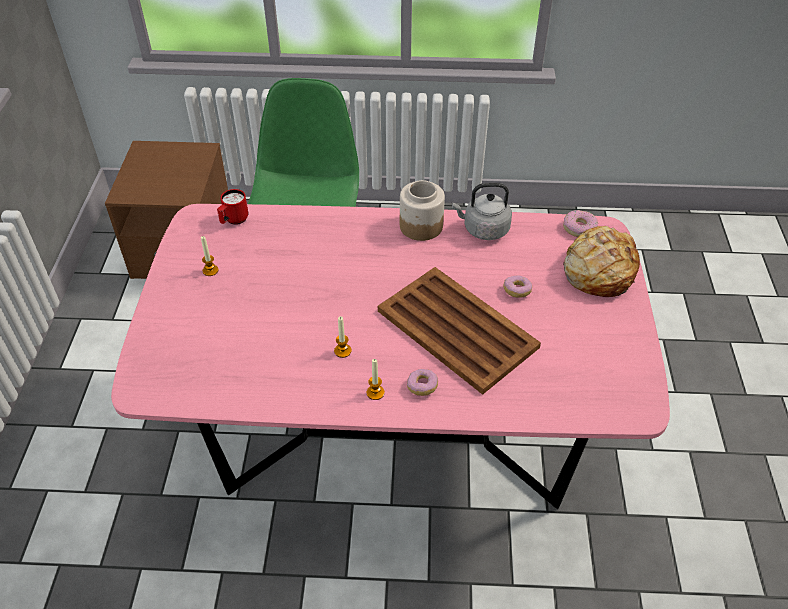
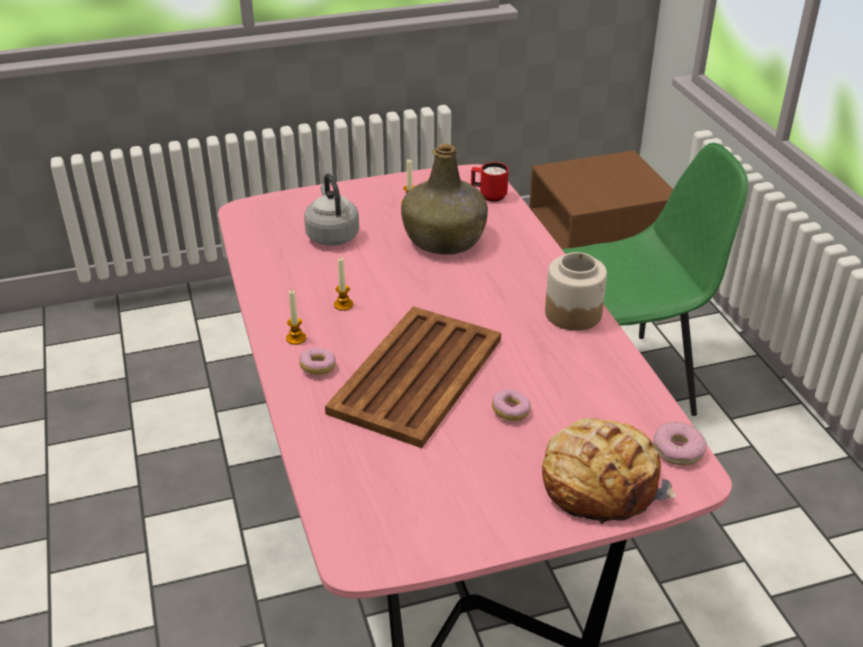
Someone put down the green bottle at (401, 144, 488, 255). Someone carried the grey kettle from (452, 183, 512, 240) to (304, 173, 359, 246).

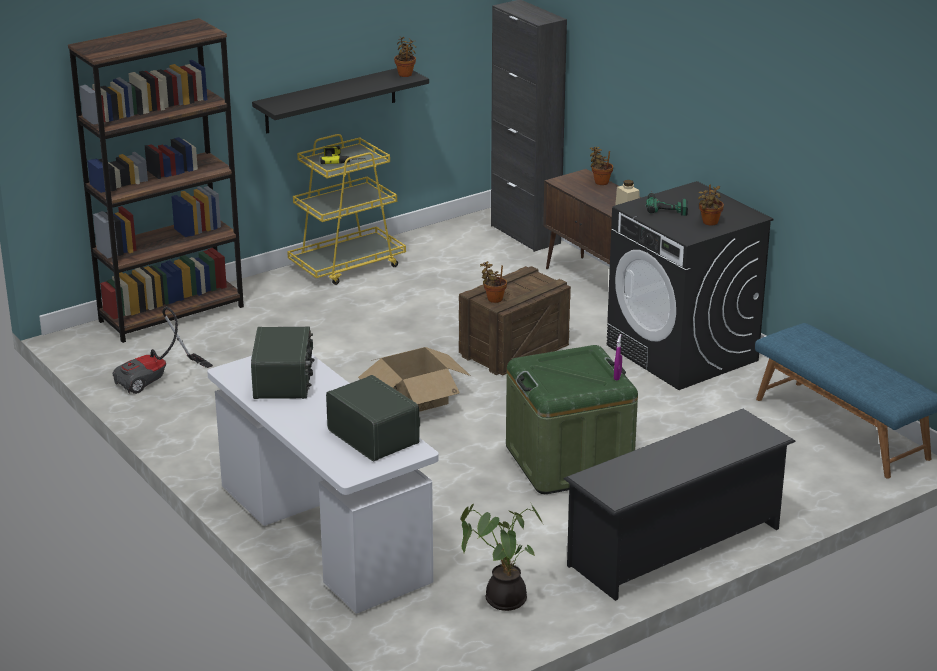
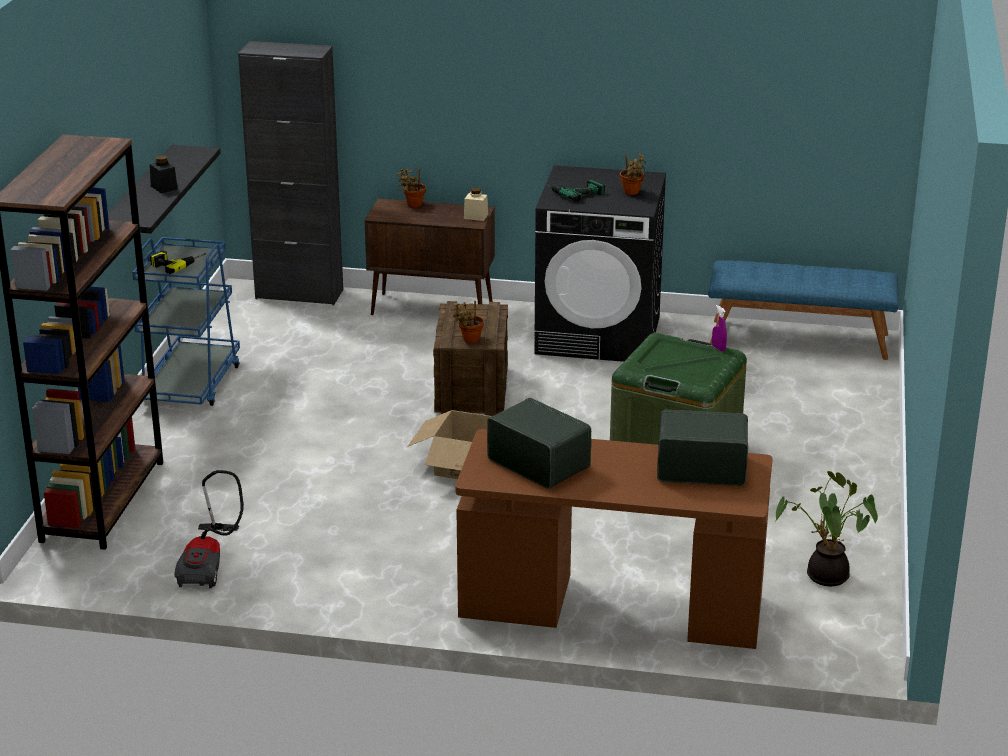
Someone took away the potted plant at (394, 36, 417, 77). Someone took away the black shoe rack at (564, 409, 796, 601). Someone put down the black jar at (150, 155, 178, 194). Someone repainted the white desk at (207, 354, 439, 614), which became the brown desk at (455, 429, 773, 649). Someone repainted the yellow cart at (287, 134, 406, 285), which became the blue cart at (132, 237, 240, 406).

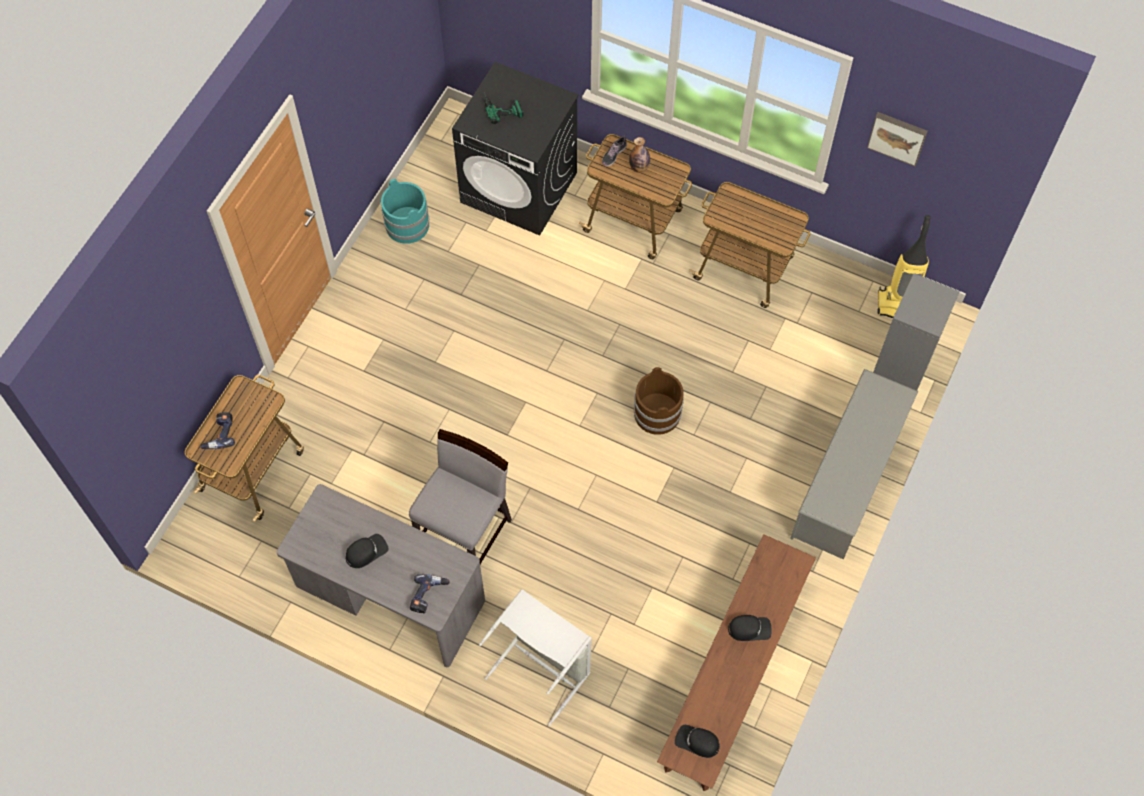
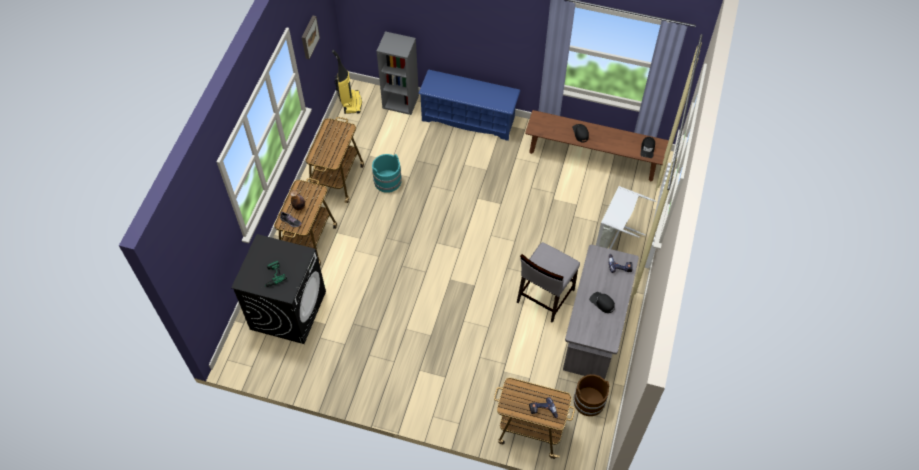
Someone carried the turquoise bucket from (381, 179, 429, 244) to (372, 154, 402, 193). Someone carried the brown bucket from (634, 367, 684, 435) to (574, 374, 609, 416). Someone repainted the grey shoe rack at (790, 369, 918, 560), which became the blue shoe rack at (418, 70, 521, 141). Someone rotated the grey chair at (409, 429, 512, 564) by 75 degrees counterclockwise.

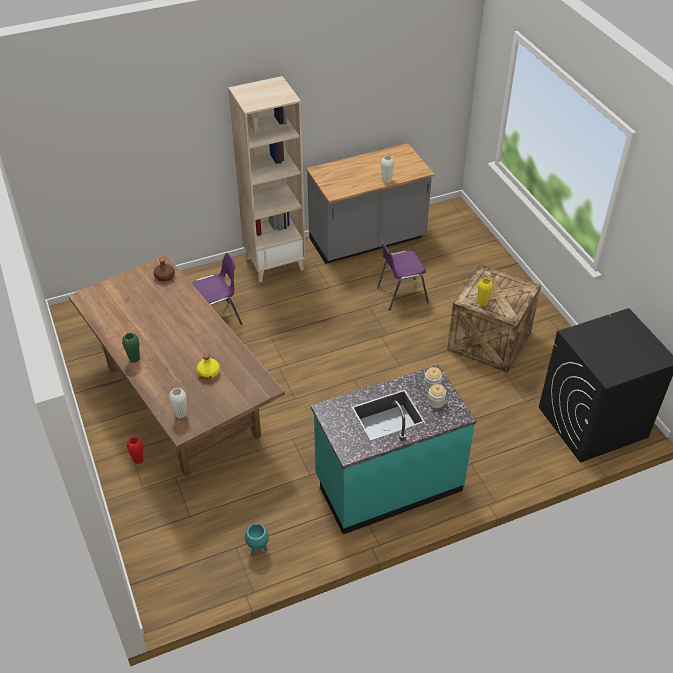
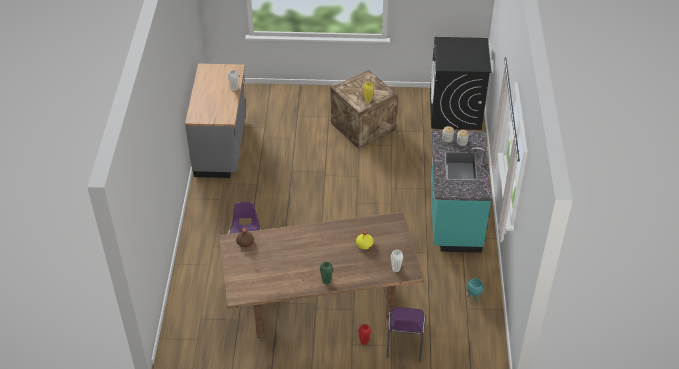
Someone took away the beige bookcase at (228, 76, 306, 282). Someone carried the purple chair from (377, 239, 429, 311) to (387, 307, 426, 361).

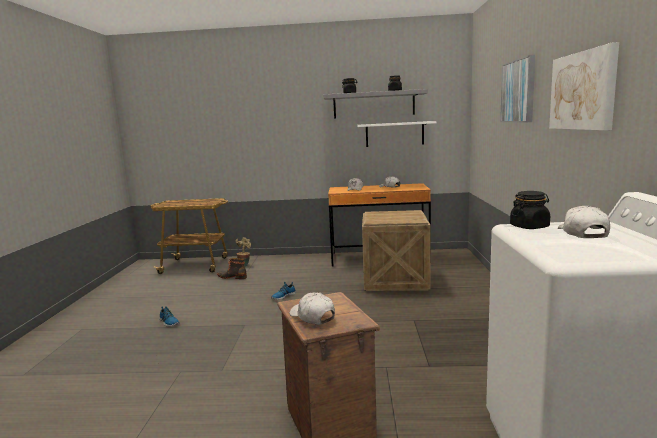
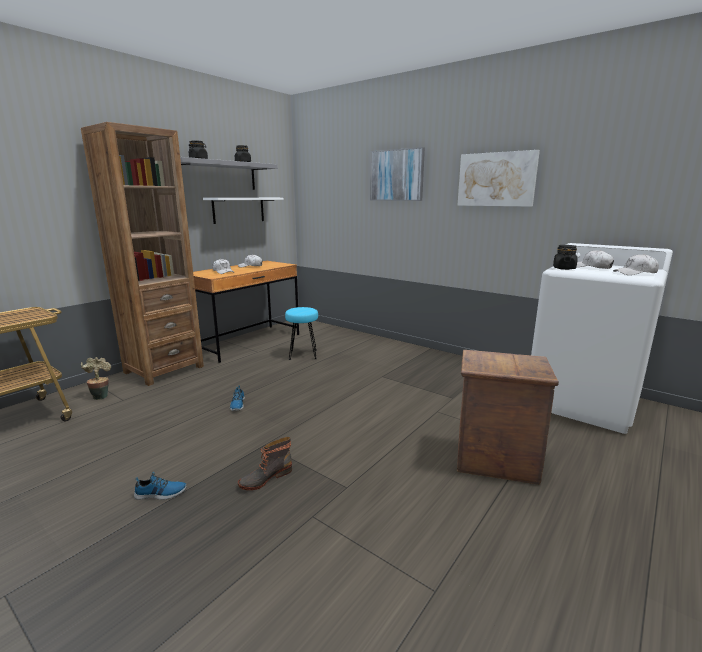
Someone put down the brown bookcase at (81, 122, 204, 386). Someone carried the boot from (217, 258, 247, 279) to (238, 437, 292, 490). Someone carried the white cap from (290, 293, 335, 325) to (613, 254, 659, 275). Someone swapped the crate at (362, 210, 430, 291) for the turquoise stool at (285, 307, 318, 360).

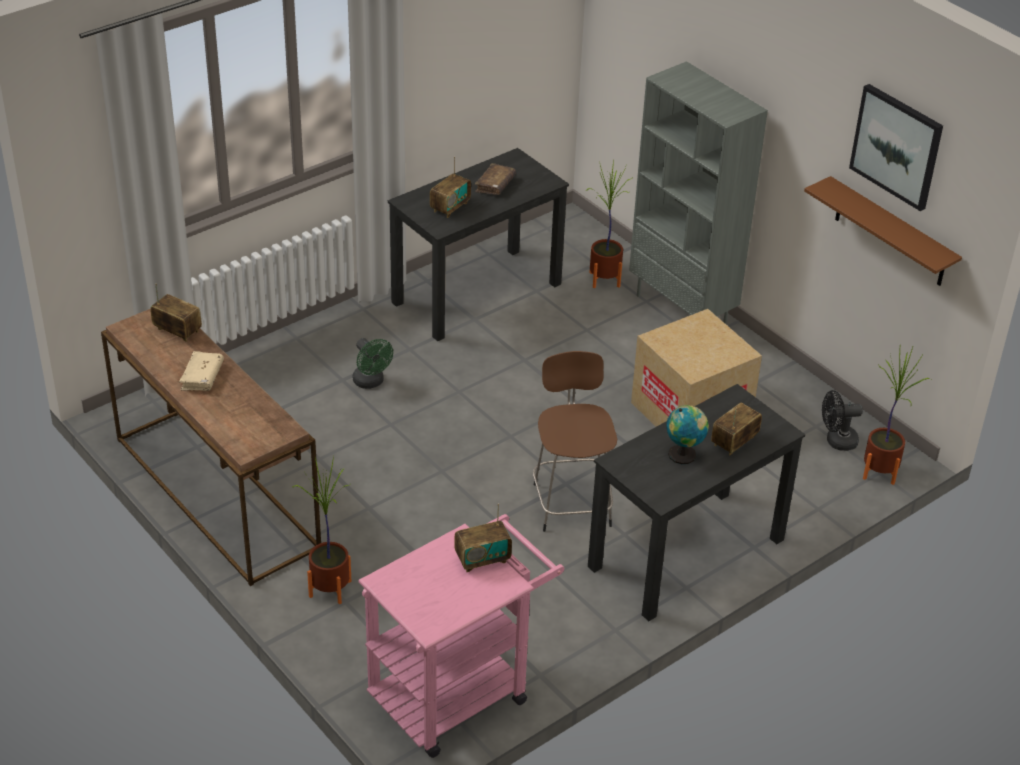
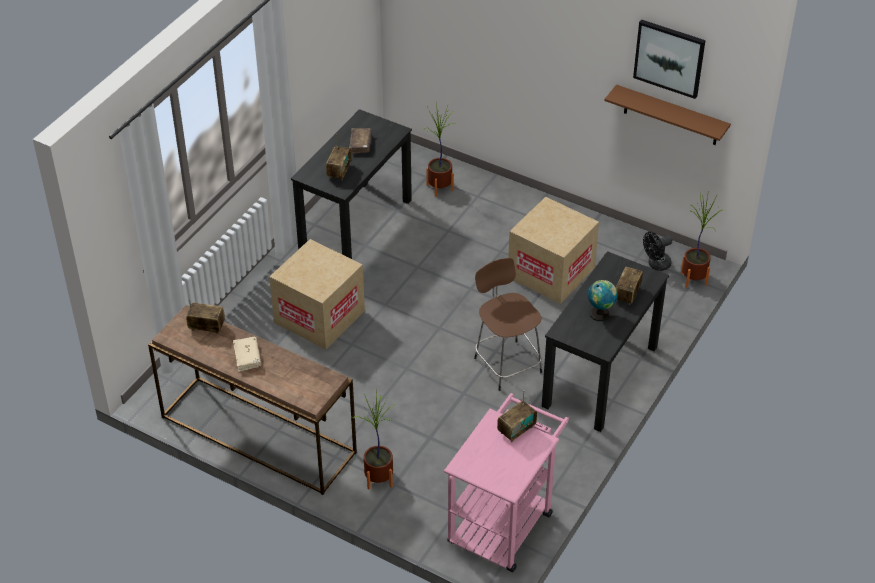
Someone took away the grey bookcase at (629, 61, 768, 324). Someone swapped the green fan at (353, 338, 393, 389) for the cardboard box at (269, 239, 365, 350).

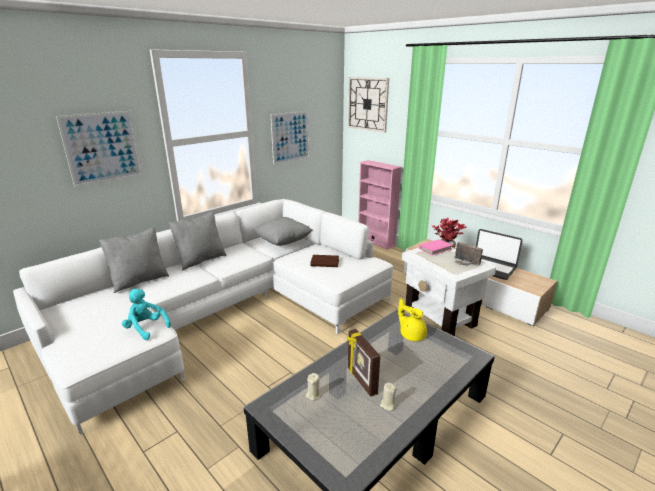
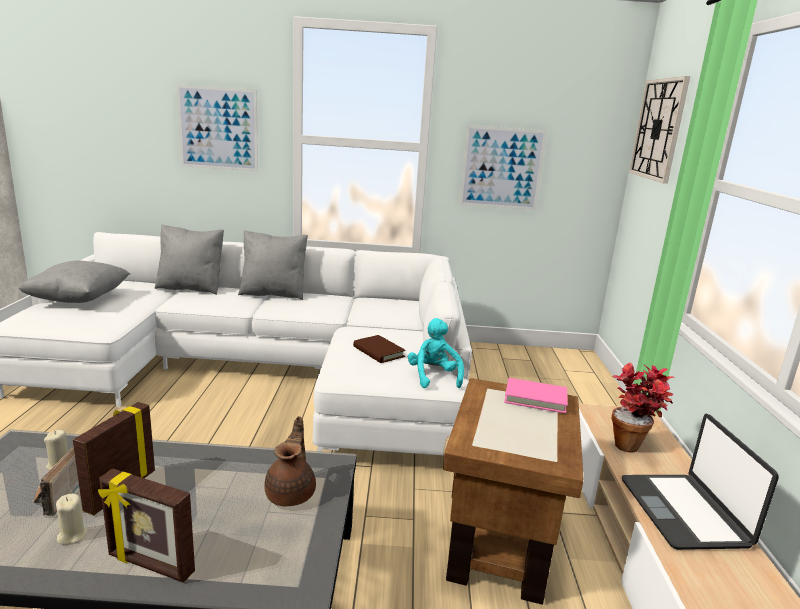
Someone took away the pink bookcase at (358, 160, 402, 250). Someone put down the picture frame at (98, 469, 195, 583). Someone carried the turquoise plush toy from (122, 289, 171, 340) to (408, 318, 464, 388). Someone carried the grey pillow from (253, 217, 312, 246) to (18, 261, 130, 303). Someone carried the radio from (455, 242, 483, 266) to (32, 446, 79, 516). Someone repainted the yellow teapot at (398, 298, 427, 341), which became the brown teapot at (264, 416, 316, 507). Someone repainted the white side table at (402, 247, 496, 336), which became the brown side table at (443, 378, 583, 605).

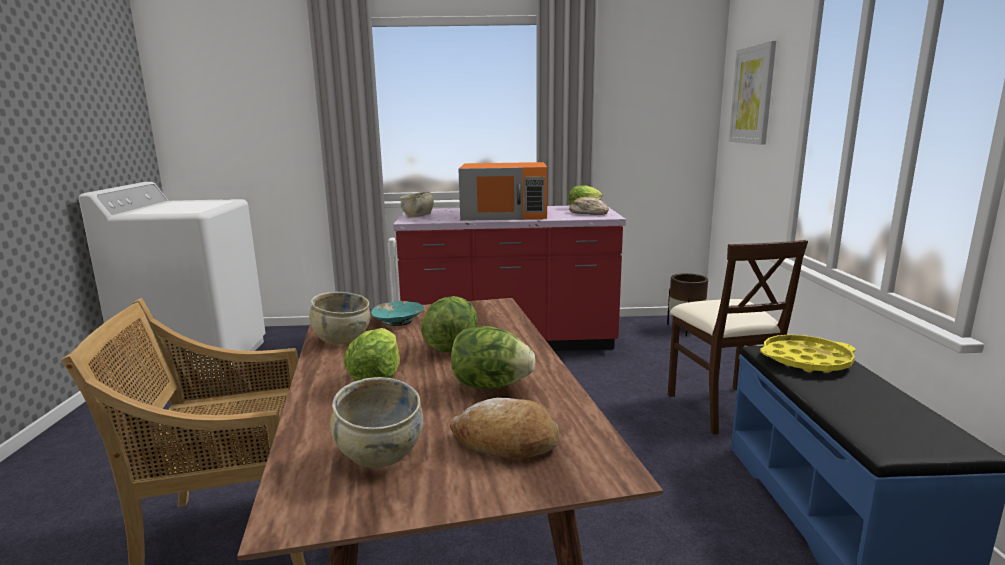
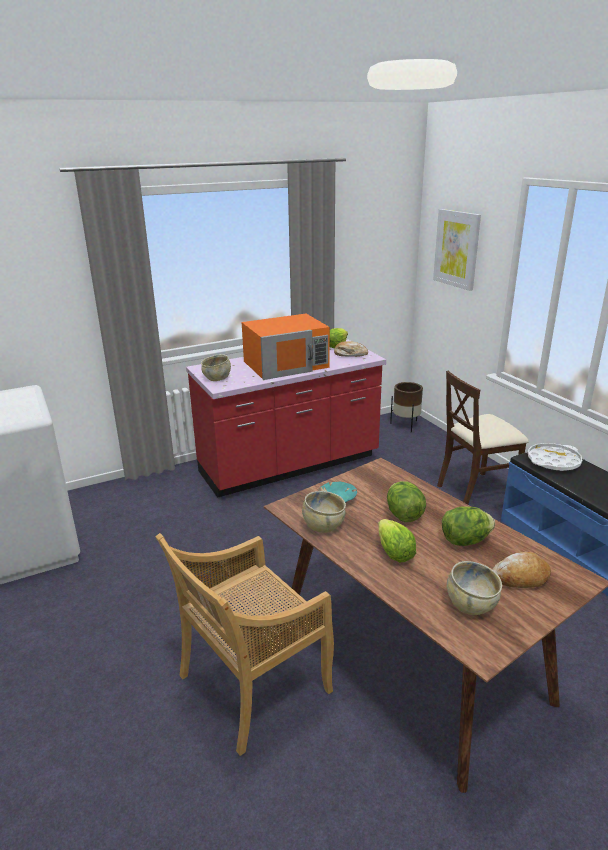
Someone repainted the yellow tray at (760, 334, 856, 373), which became the white tray at (528, 443, 582, 471). Someone rotated the beige chair at (668, 240, 808, 435) by 105 degrees clockwise.

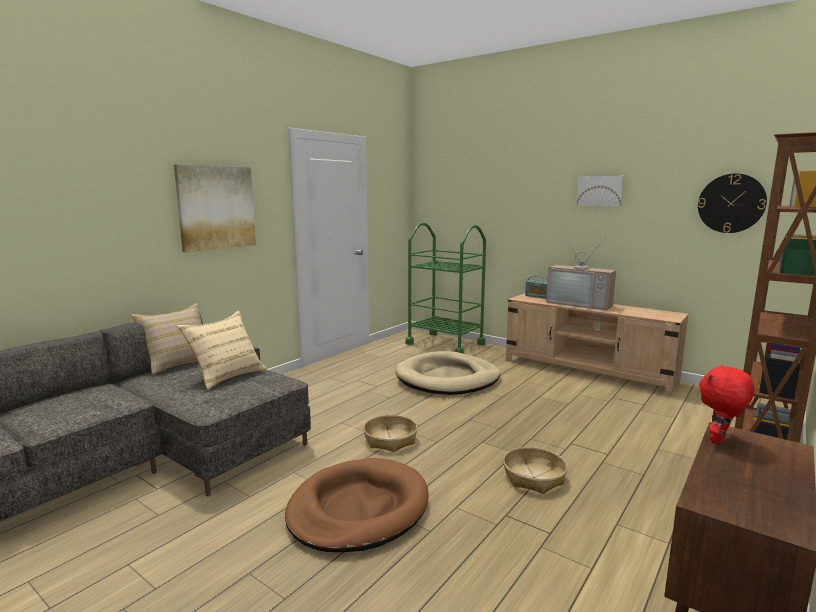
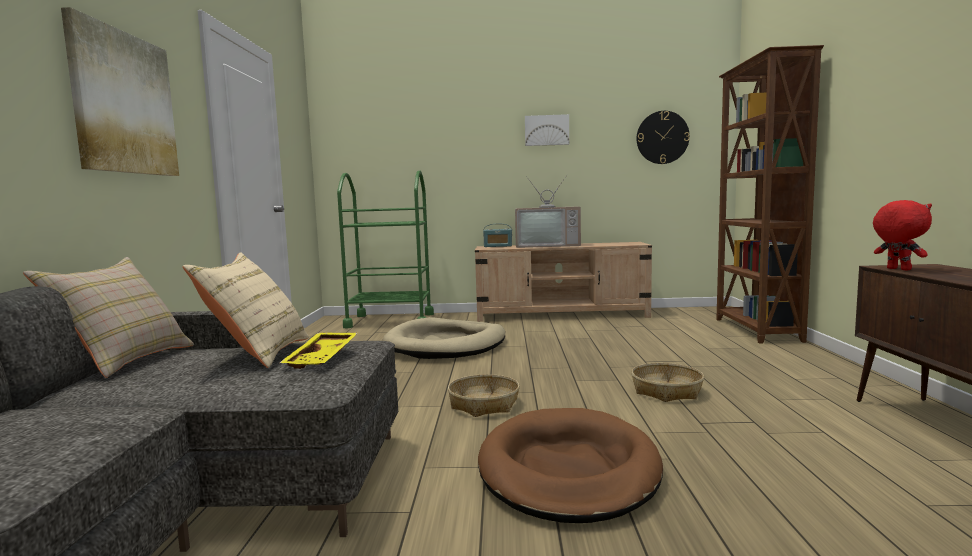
Someone put down the yellow tray at (280, 332, 357, 369). Someone rotated the red plush toy at (699, 365, 754, 444) by 150 degrees clockwise.

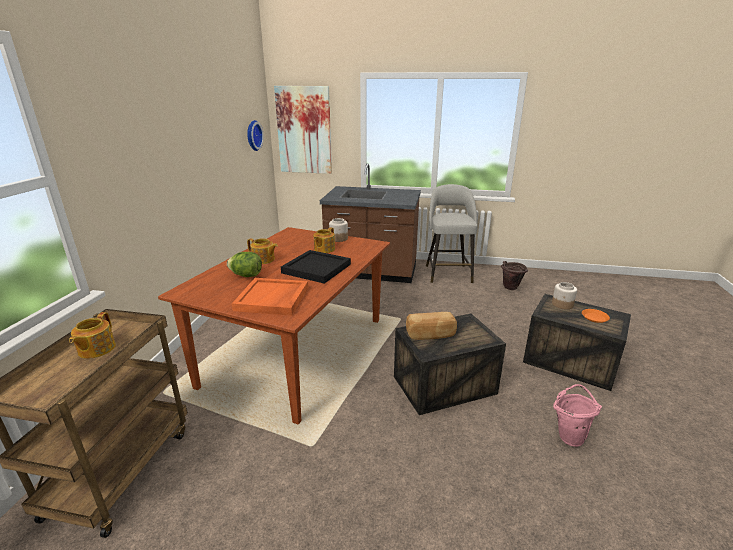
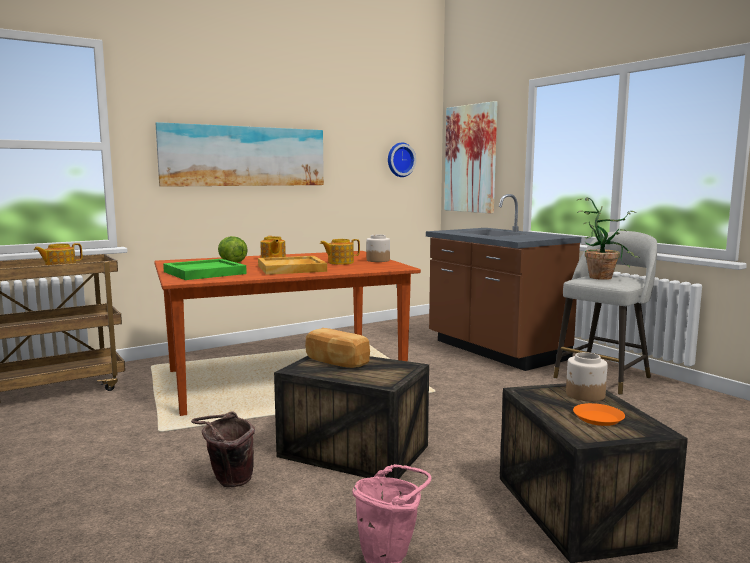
Someone put up the picture at (156, 122, 324, 187). Someone put down the potted plant at (576, 198, 639, 280). Someone carried the brown bucket from (501, 261, 528, 290) to (191, 411, 255, 487). Someone repainted the orange tray at (232, 278, 308, 316), which became the green tray at (163, 259, 247, 280). Someone repainted the black tray at (281, 250, 351, 284), which became the beige tray at (258, 256, 327, 275).

